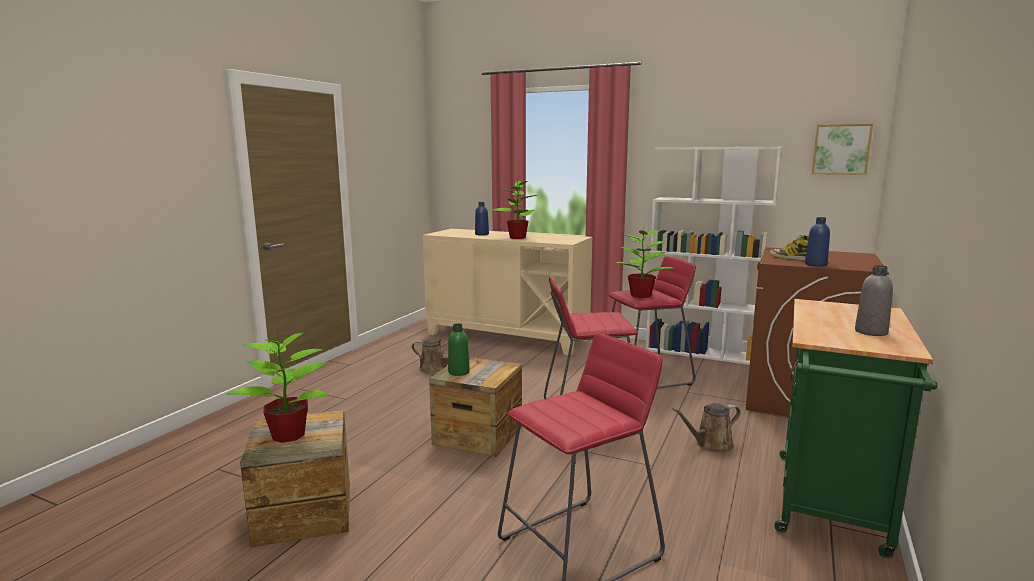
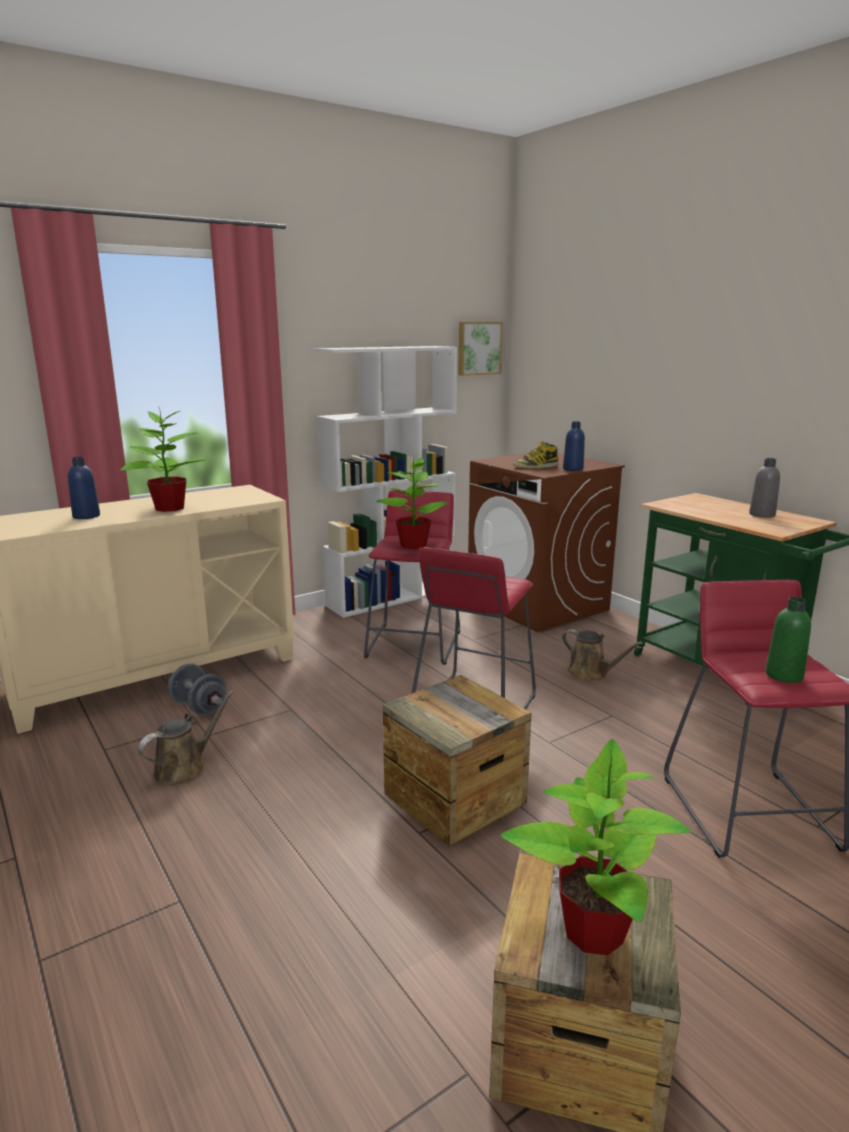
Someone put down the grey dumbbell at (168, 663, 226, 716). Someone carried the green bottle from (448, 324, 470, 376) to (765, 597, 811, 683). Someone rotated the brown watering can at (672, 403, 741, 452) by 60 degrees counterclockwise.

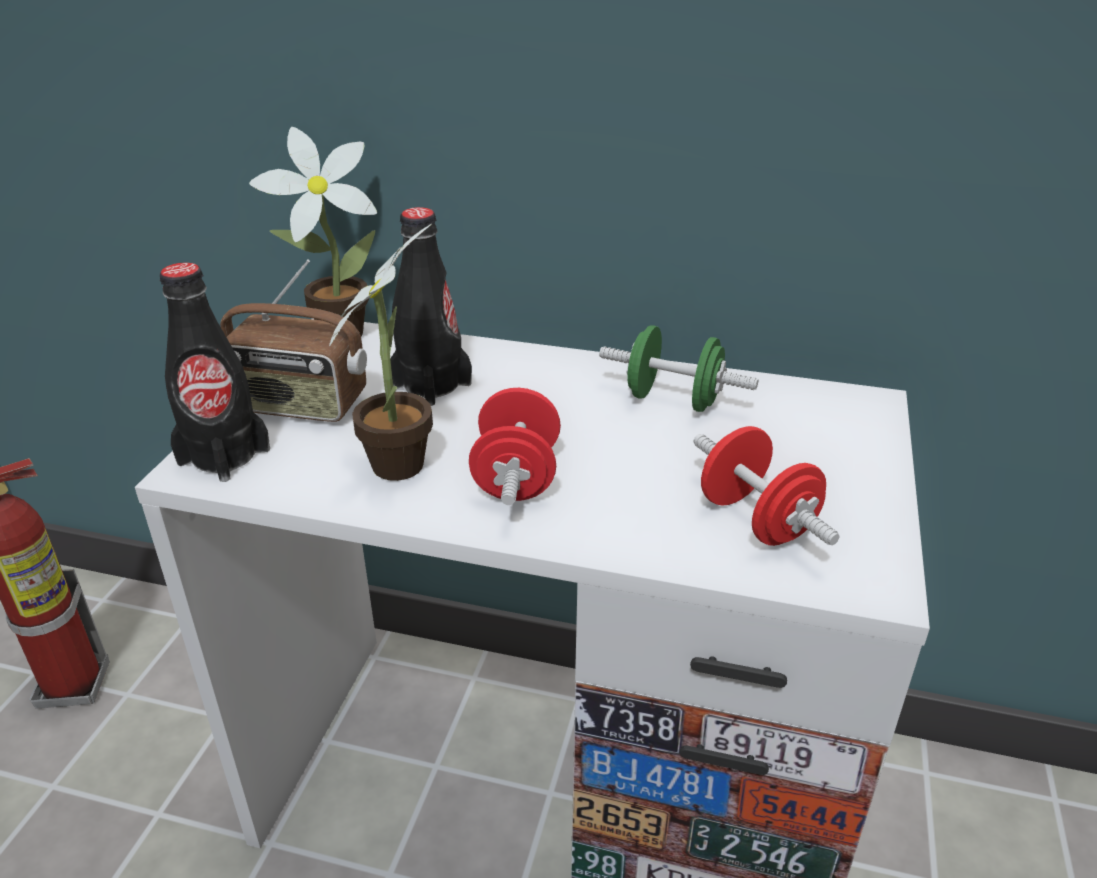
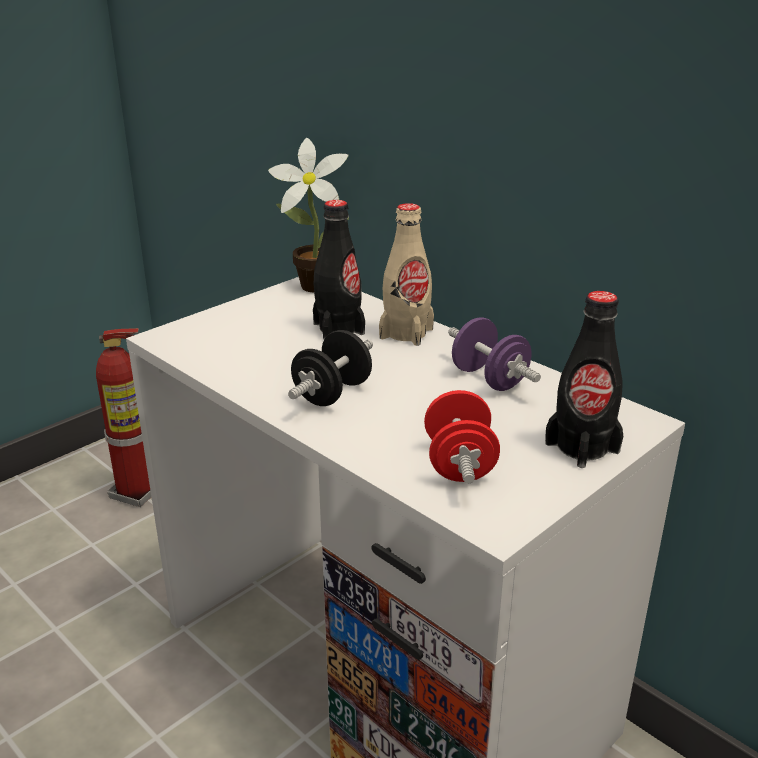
Someone took away the radio at (220, 259, 367, 422). Someone took away the potted plant at (329, 224, 433, 481). Someone put down the beige bottle at (379, 203, 434, 346). Someone carried the black bottle from (160, 262, 270, 482) to (545, 291, 623, 468). Someone repainted the red dumbbell at (469, 388, 561, 505), which became the black dumbbell at (288, 330, 373, 406). Someone repainted the green dumbbell at (599, 325, 758, 412), which became the purple dumbbell at (448, 317, 541, 391).

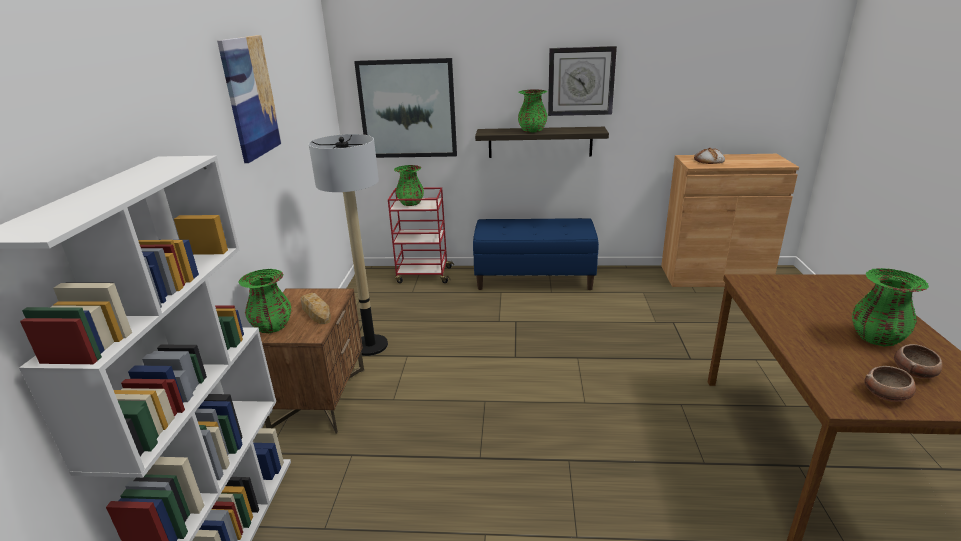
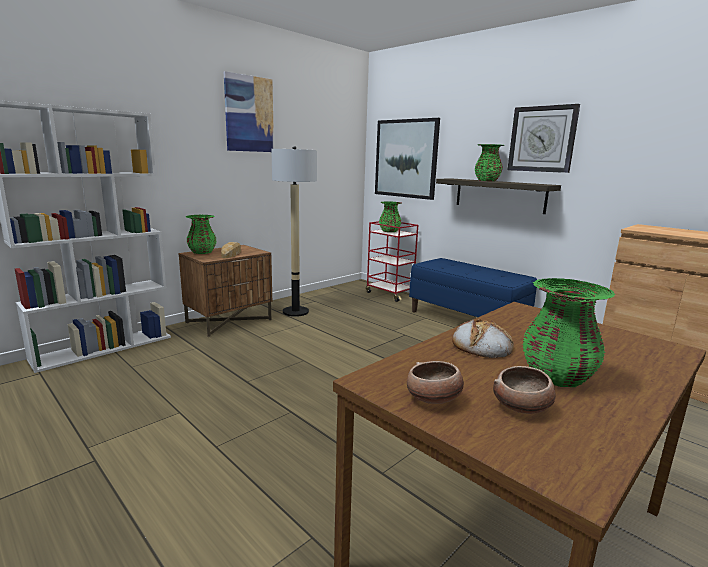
Someone carried the bread from (694, 148, 725, 164) to (452, 319, 514, 358).

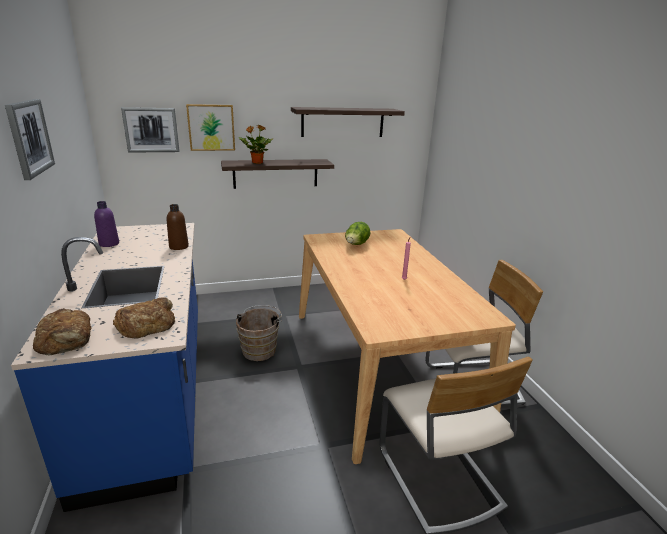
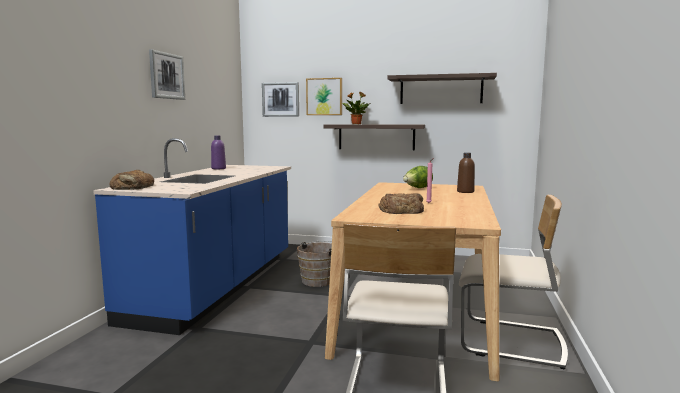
Someone carried the bread from (113, 297, 175, 338) to (378, 193, 424, 214). Someone carried the brown bottle from (167, 204, 189, 250) to (457, 153, 475, 193).

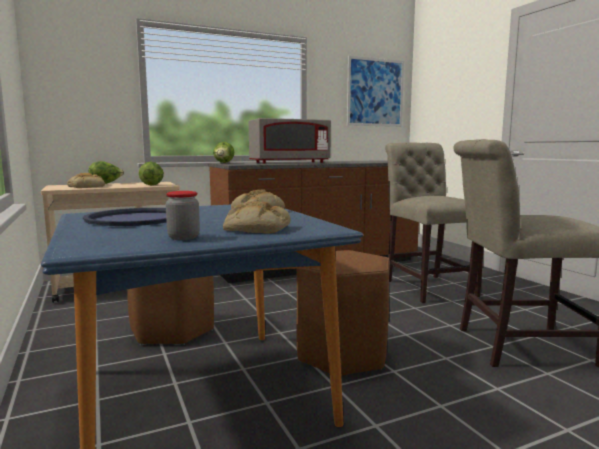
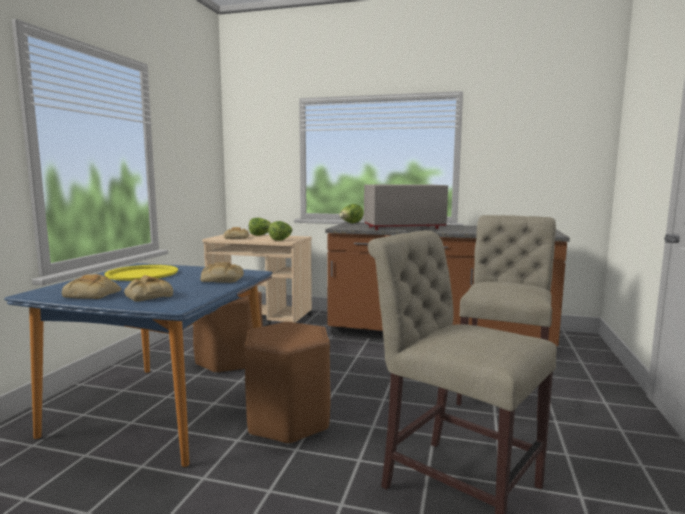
Someone took away the picture at (347, 56, 404, 127). Someone swapped the jar at (166, 191, 200, 240) for the bread at (62, 274, 121, 299). Someone repainted the blue tray at (83, 208, 167, 226), which became the yellow tray at (105, 265, 178, 281). Someone rotated the grey microwave at (249, 118, 331, 164) by 150 degrees clockwise.

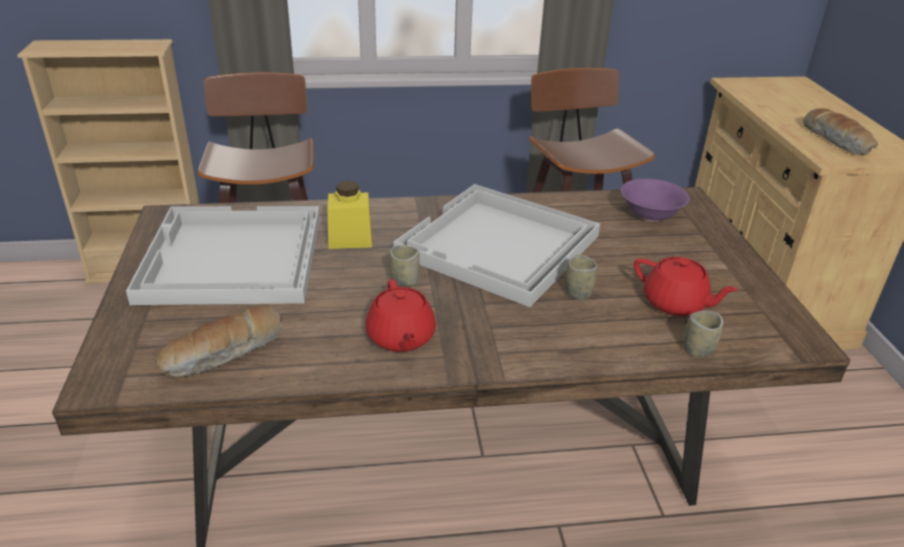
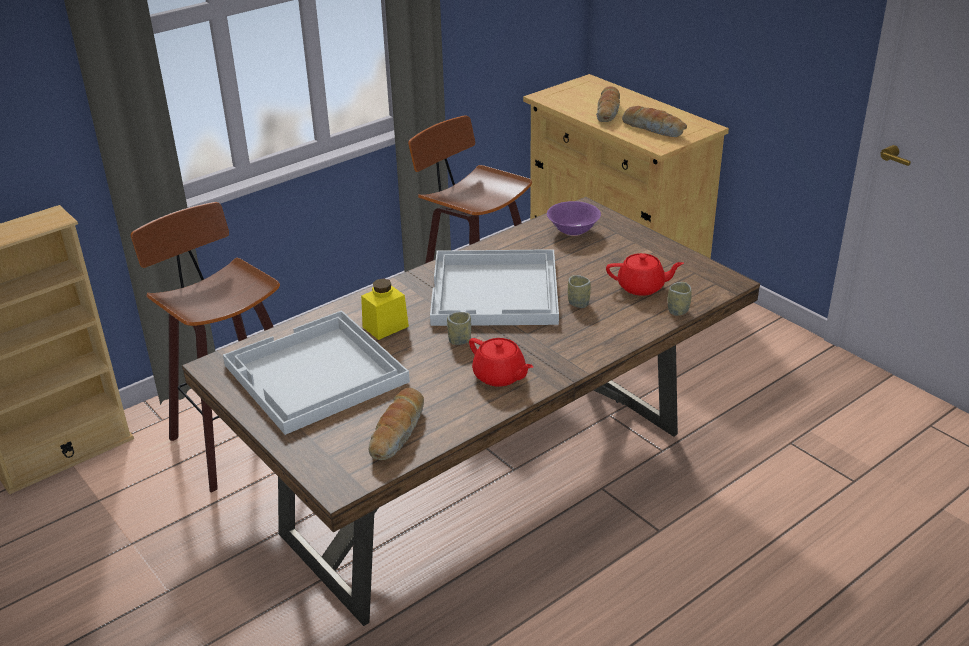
Someone put down the bread at (596, 86, 620, 122).

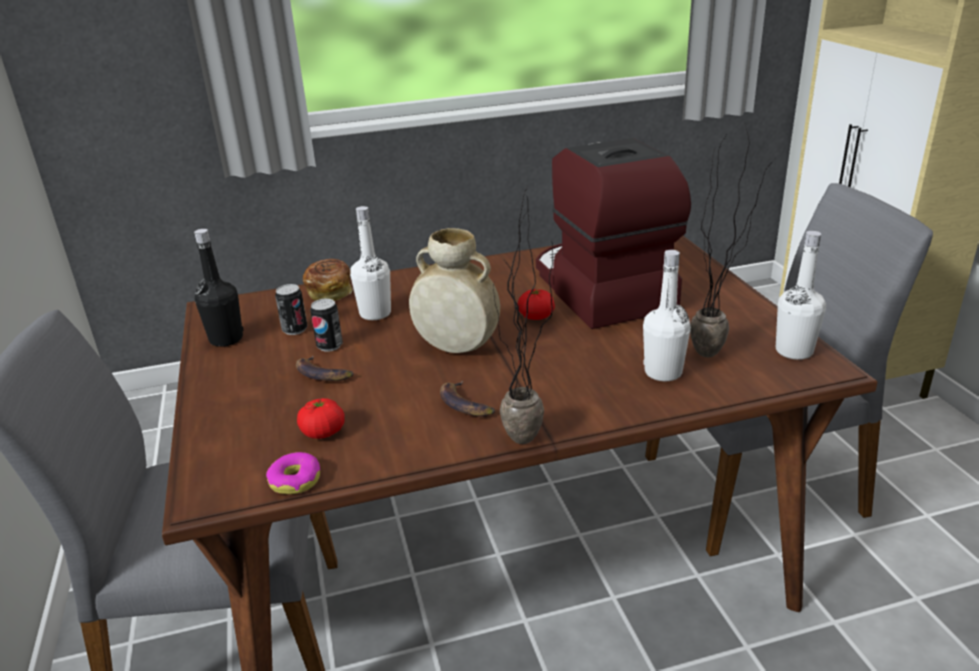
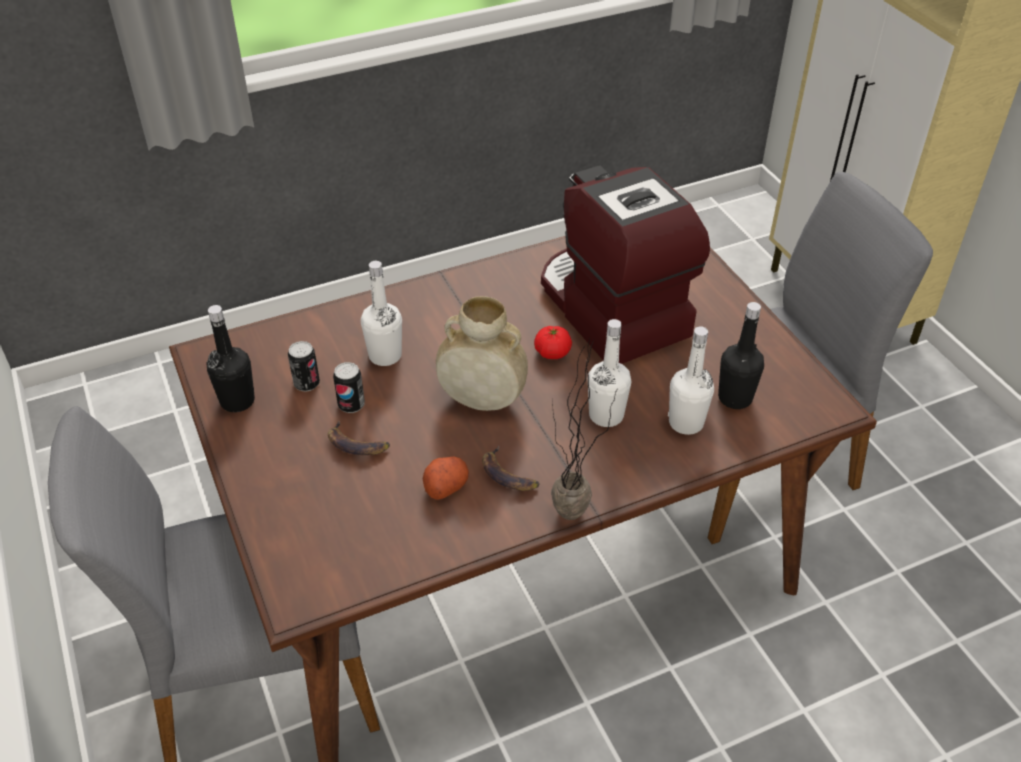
Someone took away the donut at (266, 452, 320, 494). Someone took away the tomato at (297, 398, 345, 439). Someone took away the bread at (303, 259, 353, 301). Someone put down the potato at (423, 457, 469, 500). Someone carried the white bottle from (776, 231, 826, 360) to (588, 319, 631, 427). Someone swapped the potted plant at (690, 125, 775, 357) for the black bottle at (718, 302, 764, 409).

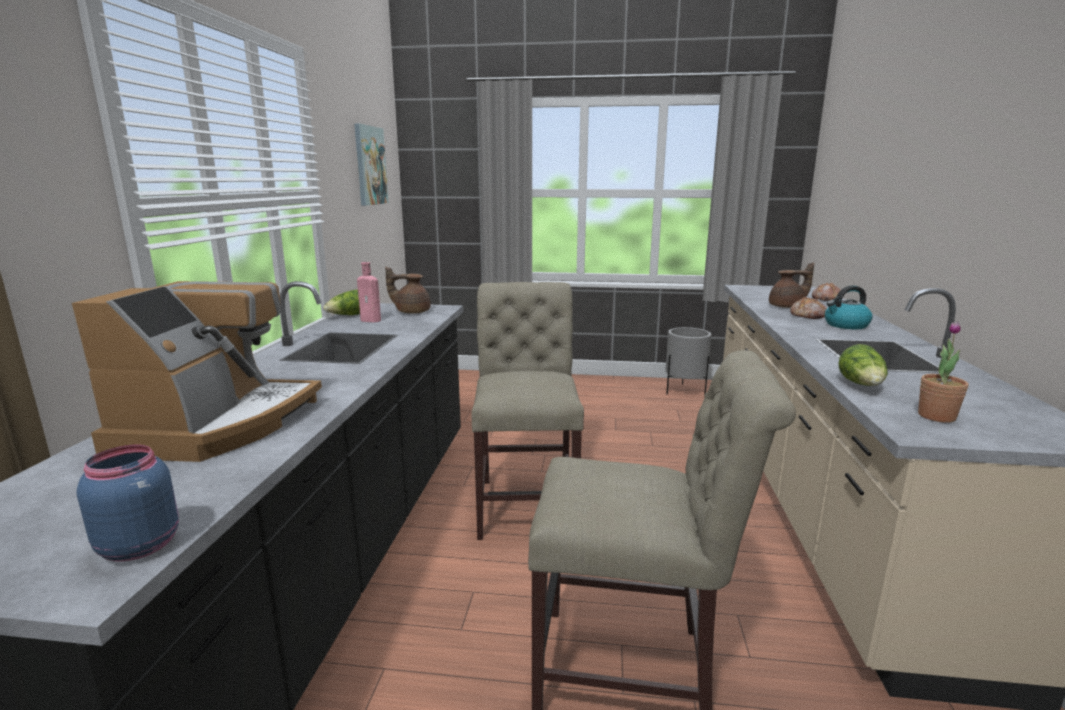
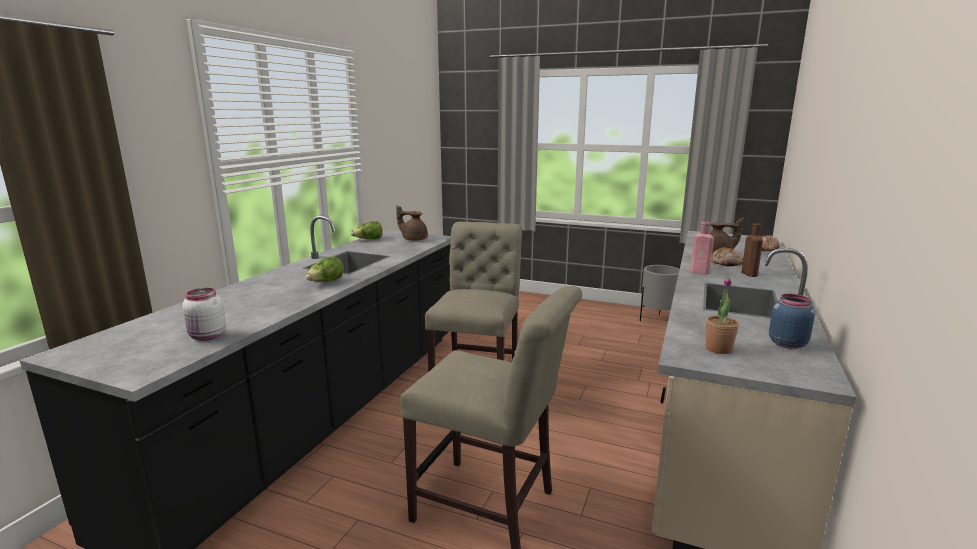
Someone took away the coffee machine at (72, 281, 322, 462). Someone took away the picture at (354, 124, 389, 206). Someone put down the white jar at (182, 288, 226, 341). Someone carried the blue jar from (77, 445, 179, 562) to (769, 294, 815, 349). Someone carried the pink bottle from (357, 262, 381, 322) to (690, 222, 714, 275). Someone carried the lettuce from (838, 344, 888, 386) to (306, 256, 344, 282). Someone swapped the kettle at (825, 286, 873, 329) for the brown bottle at (742, 223, 763, 277).

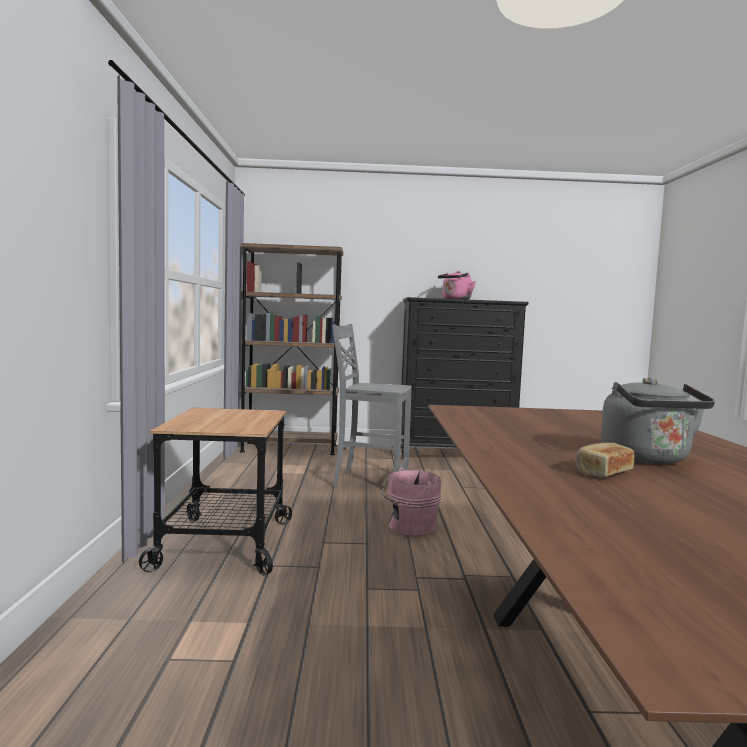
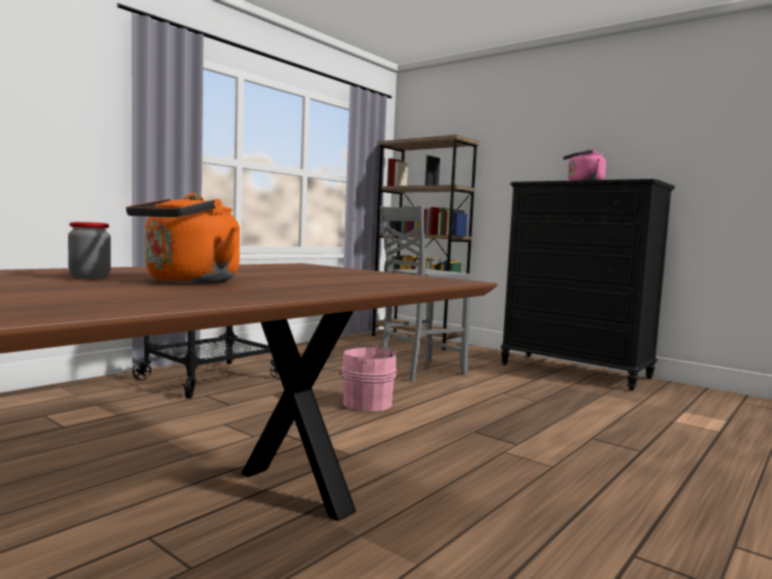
Someone swapped the bread at (576, 443, 635, 477) for the jar at (68, 222, 111, 279). Someone repainted the grey kettle at (601, 378, 715, 464), which became the orange kettle at (126, 193, 240, 284). Someone rotated the grey chair at (332, 324, 412, 487) by 90 degrees counterclockwise.

